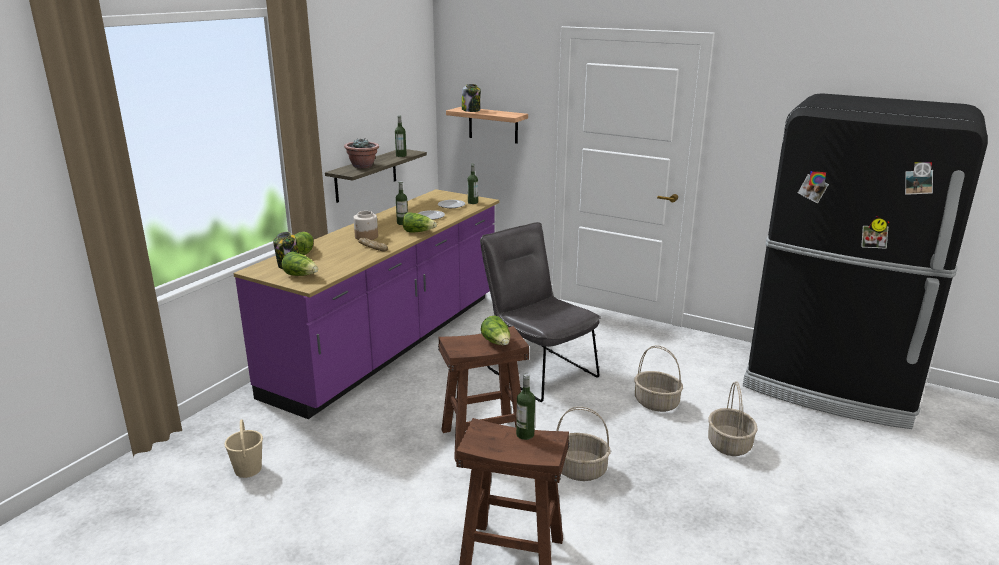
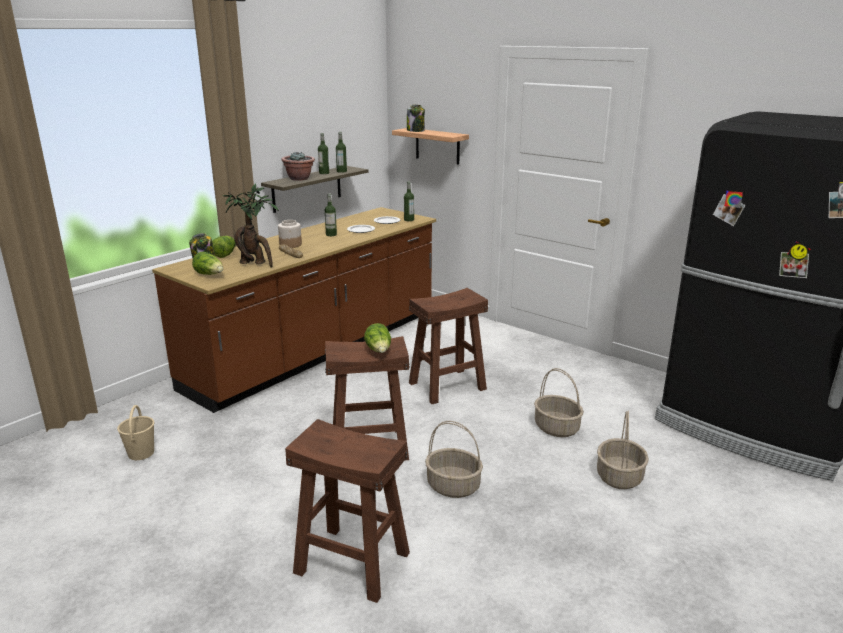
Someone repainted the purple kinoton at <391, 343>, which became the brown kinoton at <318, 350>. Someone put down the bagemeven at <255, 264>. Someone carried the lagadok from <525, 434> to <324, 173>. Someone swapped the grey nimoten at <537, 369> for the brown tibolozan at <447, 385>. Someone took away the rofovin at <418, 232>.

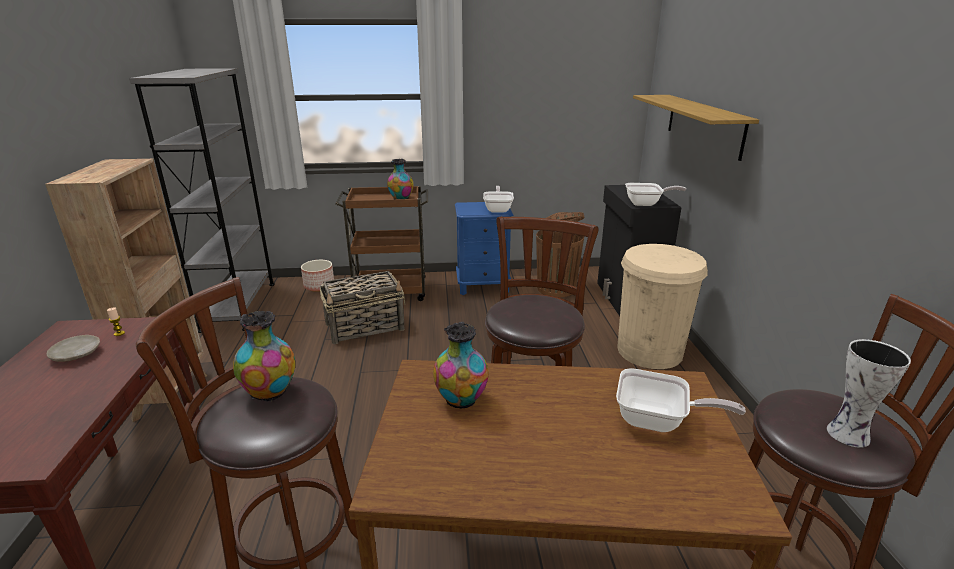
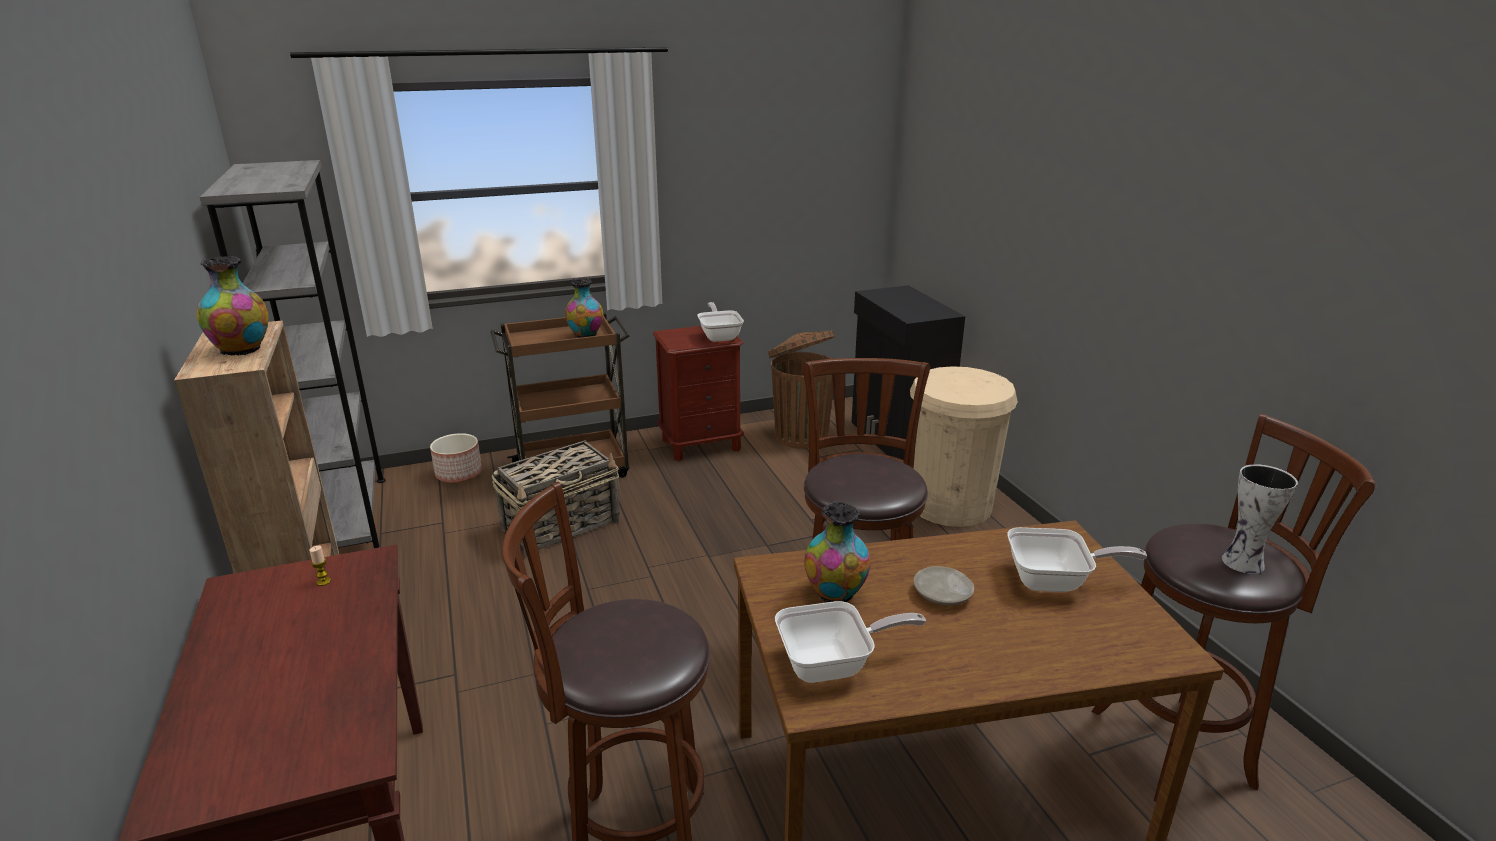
Someone carried the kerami from <271, 393> to <243, 350>. Someone repainted the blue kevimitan at <483, 286>, which became the brown kevimitan at <701, 444>. Someone carried the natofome from <646, 204> to <833, 665>. Someone carried the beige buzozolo from <76, 355> to <943, 594>. Someone took away the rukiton at <704, 124>.

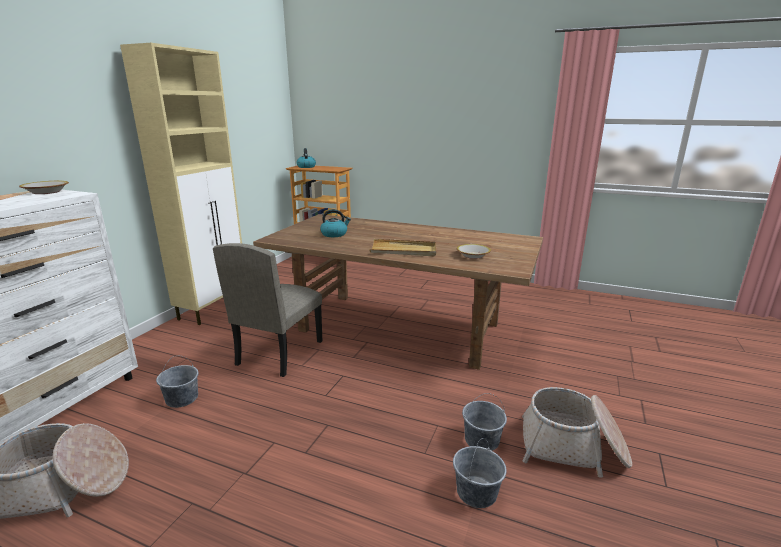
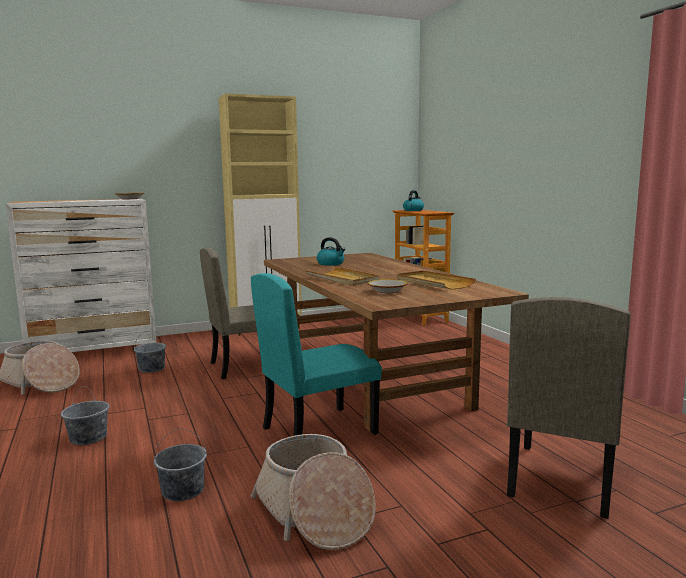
Someone carried the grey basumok from <481, 440> to <88, 437>. Someone put down the turquoise nimoten at <318, 430>. Someone put down the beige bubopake at <433, 283>. Someone put down the beige nimoten at <560, 478>.

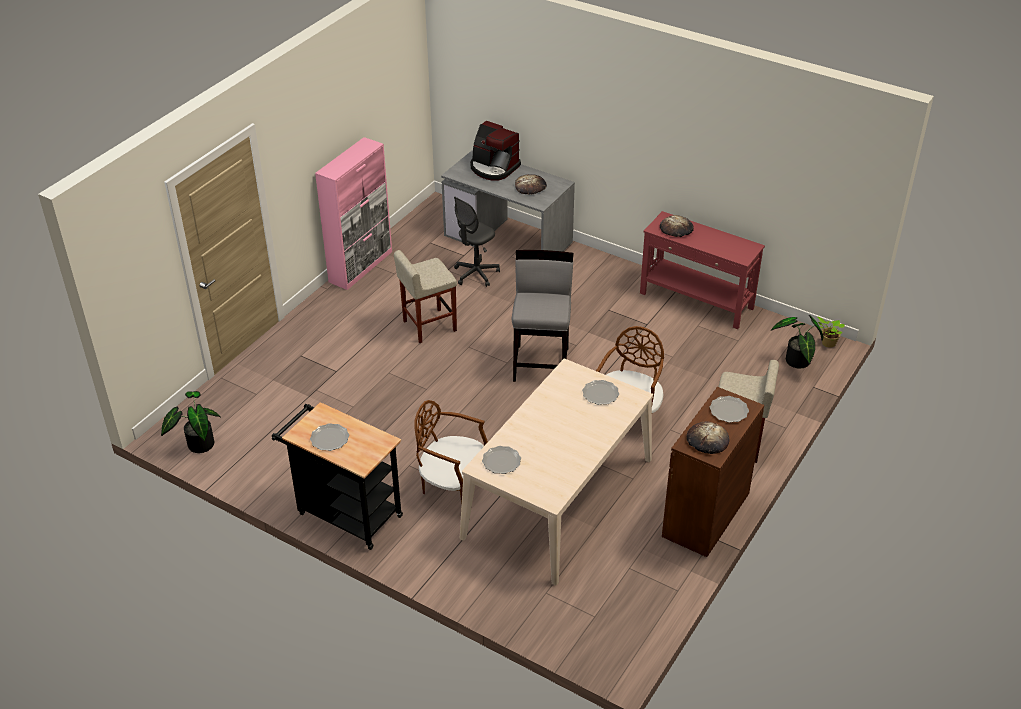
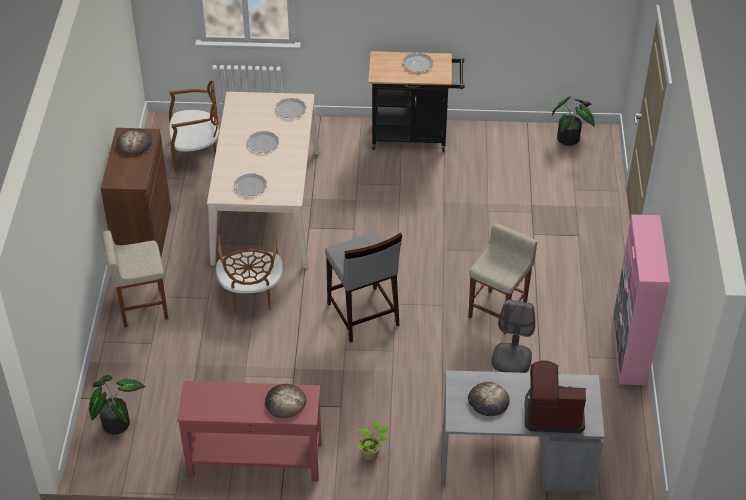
Someone carried the brown nimoten from <452, 487> to <196, 153>. Someone carried the buzozolo from <728, 411> to <263, 143>. Someone carried the bagemeven from <827, 343> to <371, 453>.

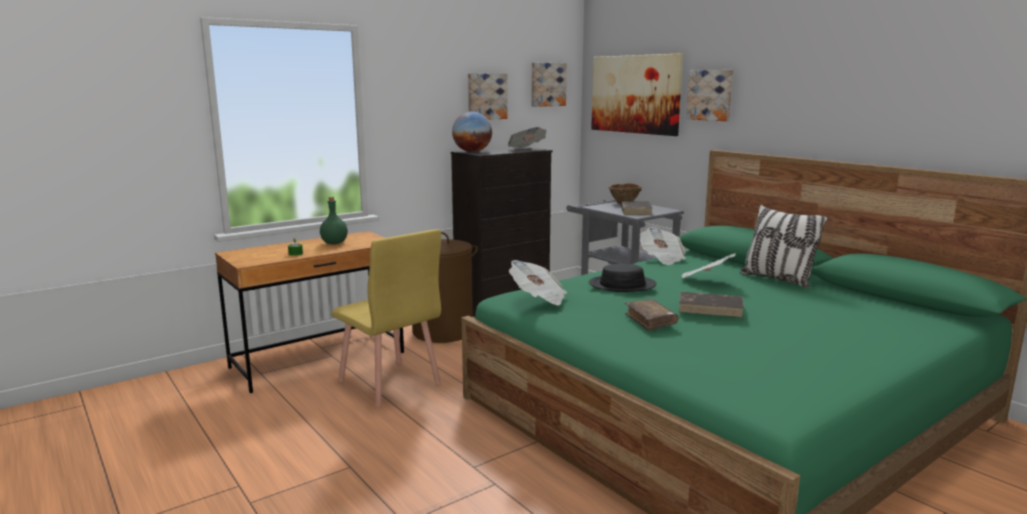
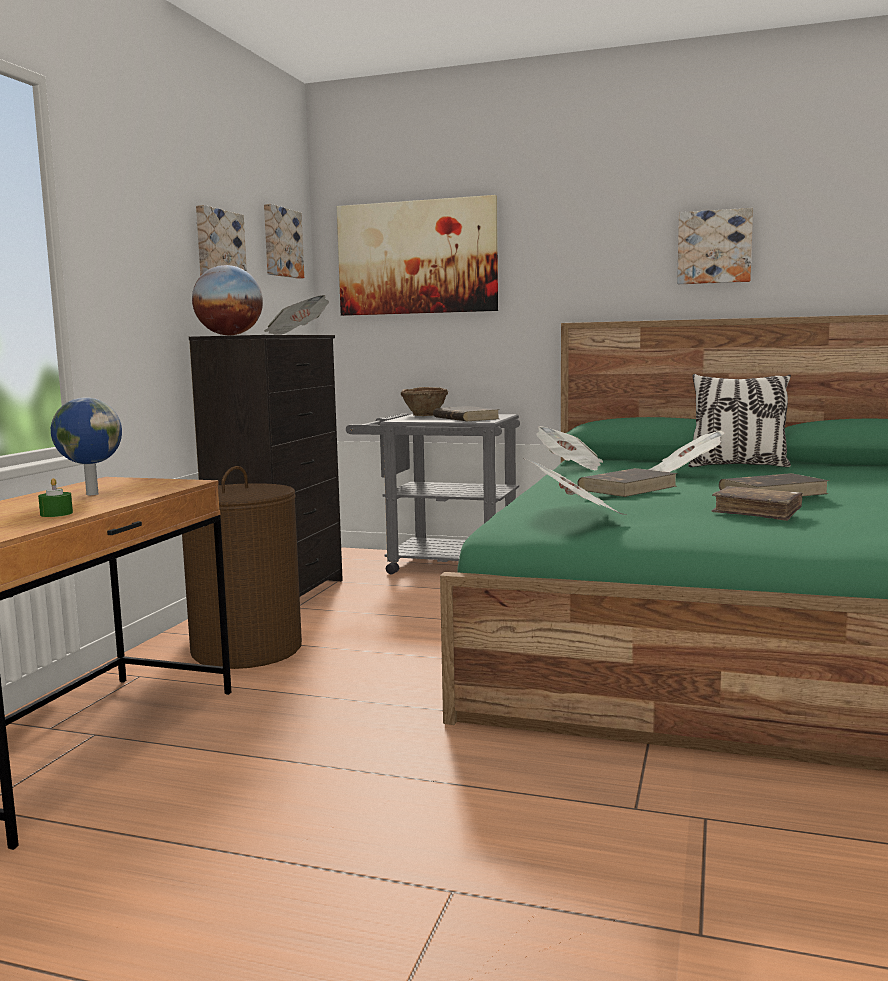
Someone swapped the green lagadok at <334, 243> for the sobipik at <91, 494>. Someone swapped the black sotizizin at <622, 285> for the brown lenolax at <628, 488>. Someone carried the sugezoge from <710, 95> to <714, 247>. Someone took away the yellow nimoten at <389, 383>.

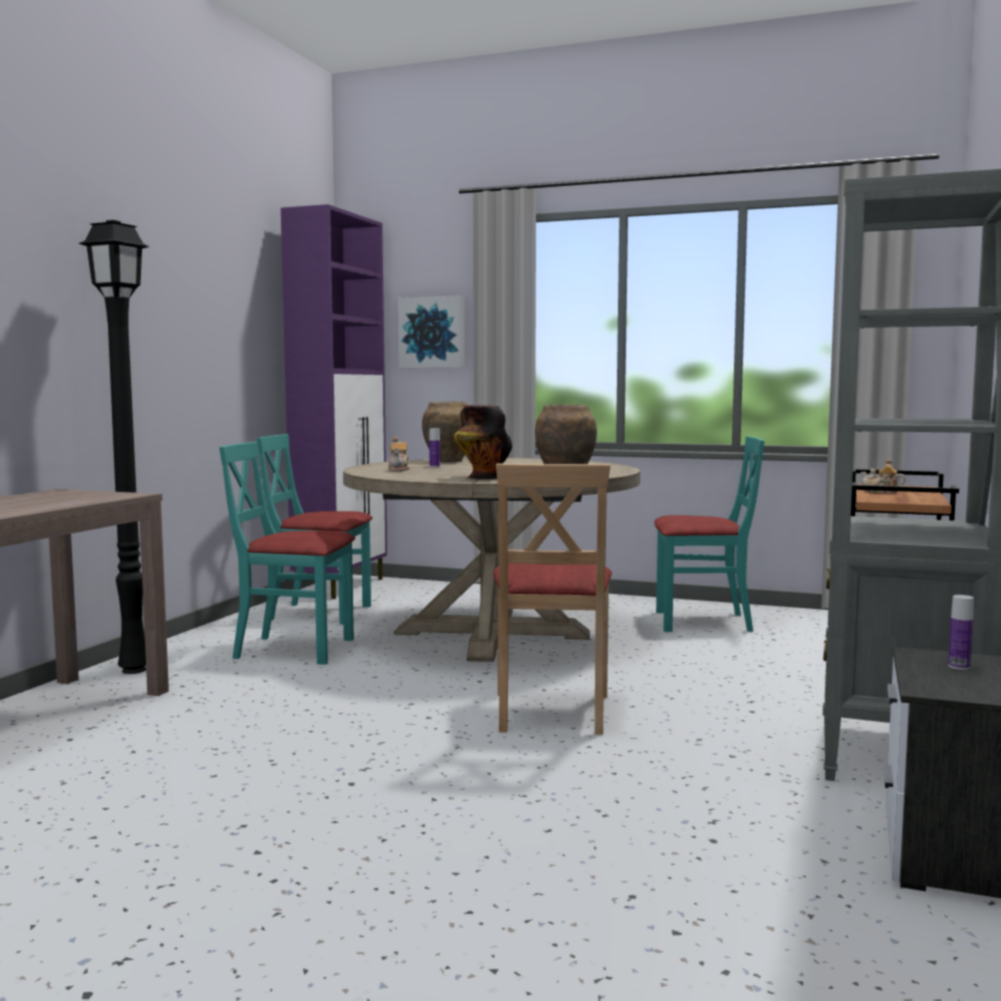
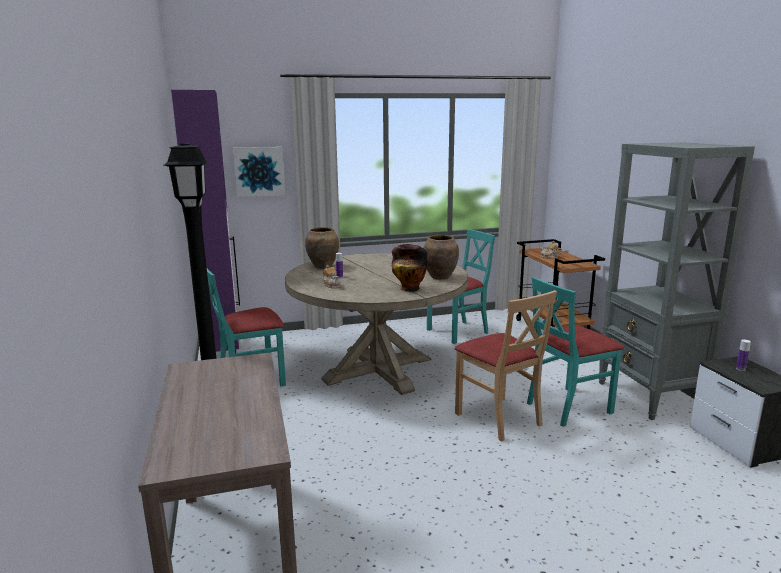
Someone carried the turquoise nimoten from <294, 649> to <568, 407>.

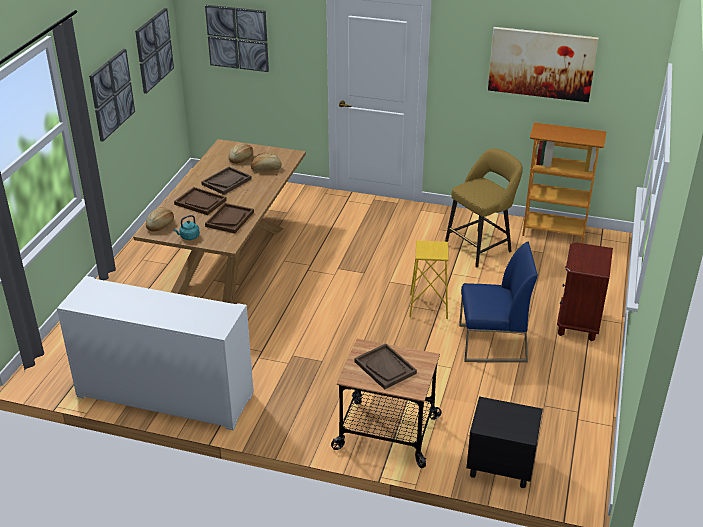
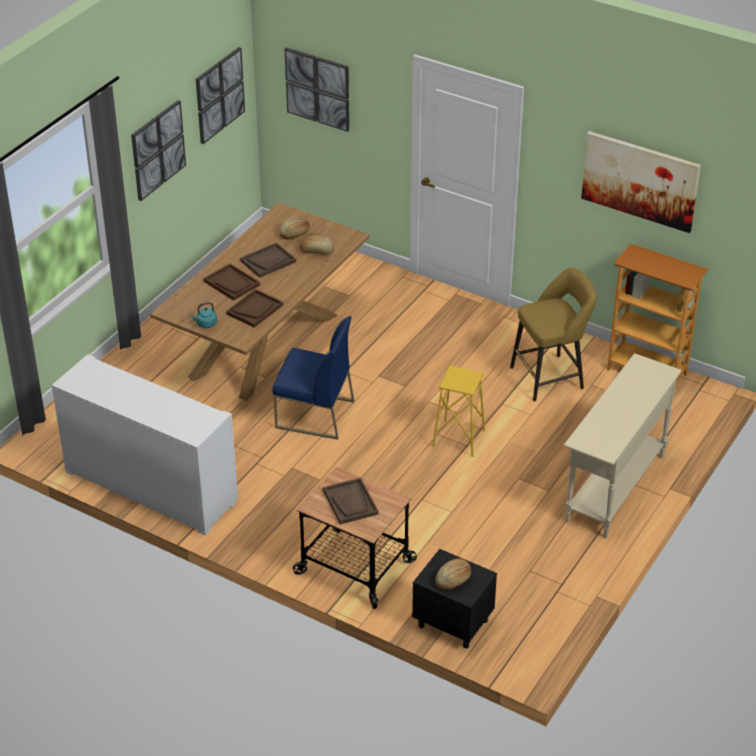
Someone carried the blue nimoten from <491, 343> to <314, 414>. Someone carried the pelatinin from <161, 225> to <453, 580>. Someone swapped the brown kevimitan at <578, 324> for the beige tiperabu at <614, 489>.

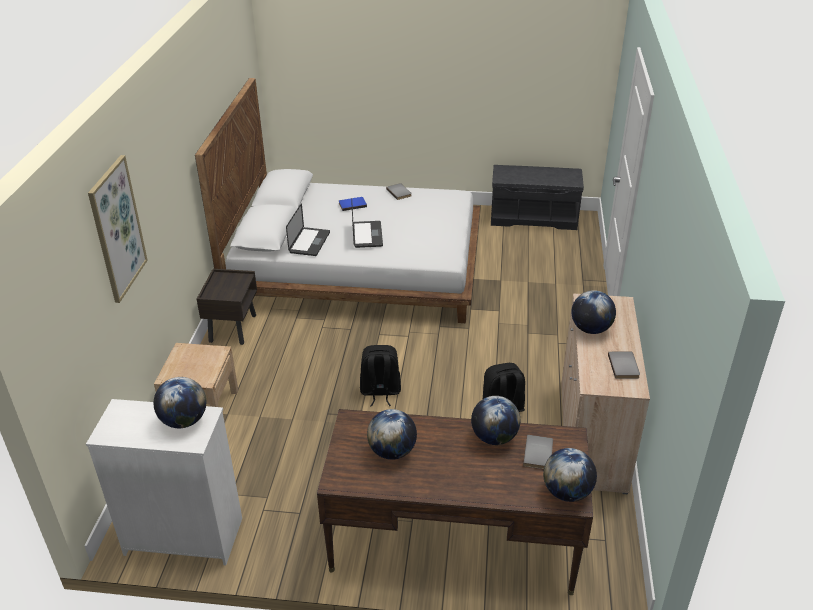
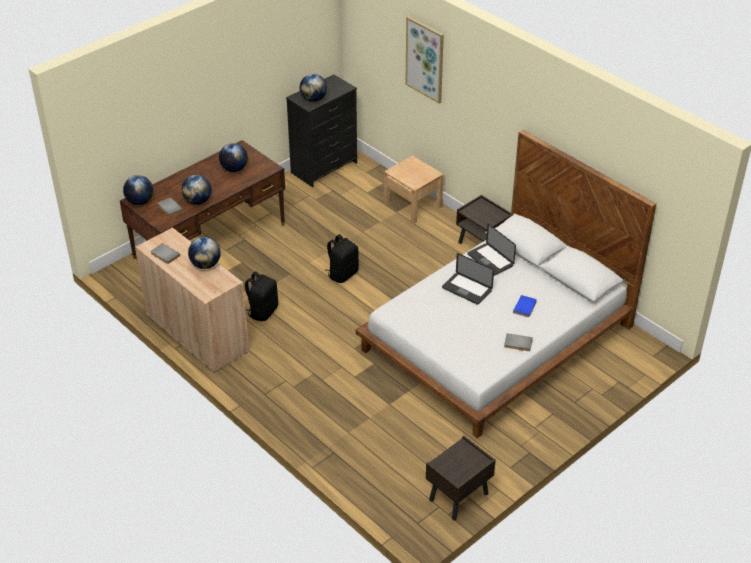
Someone repainted the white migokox at <184, 535>, which became the black migokox at <324, 168>. Someone swapped the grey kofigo at <534, 217> for the brown kevimitan at <458, 497>.

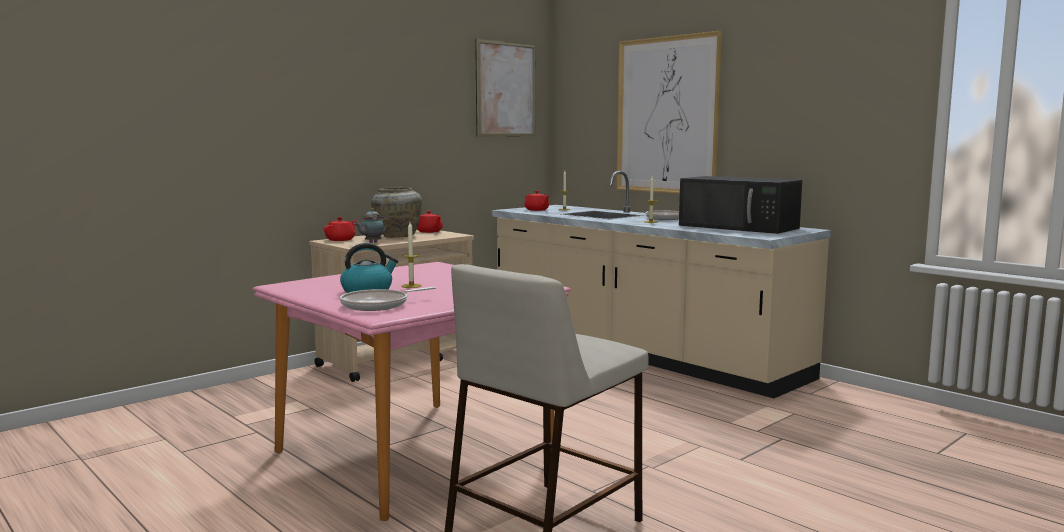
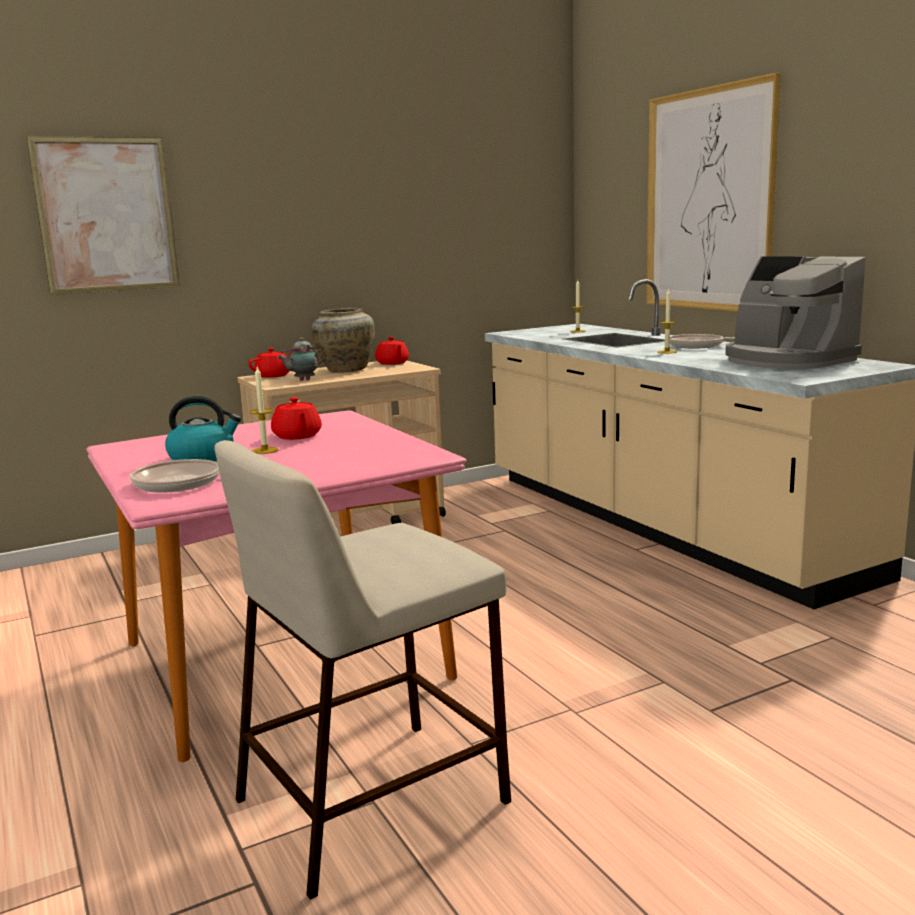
Someone carried the sugezoge from <506, 89> to <106, 215>. Someone carried the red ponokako from <537, 210> to <297, 436>. Someone swapped the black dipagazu at <740, 227> for the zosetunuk at <786, 360>.

